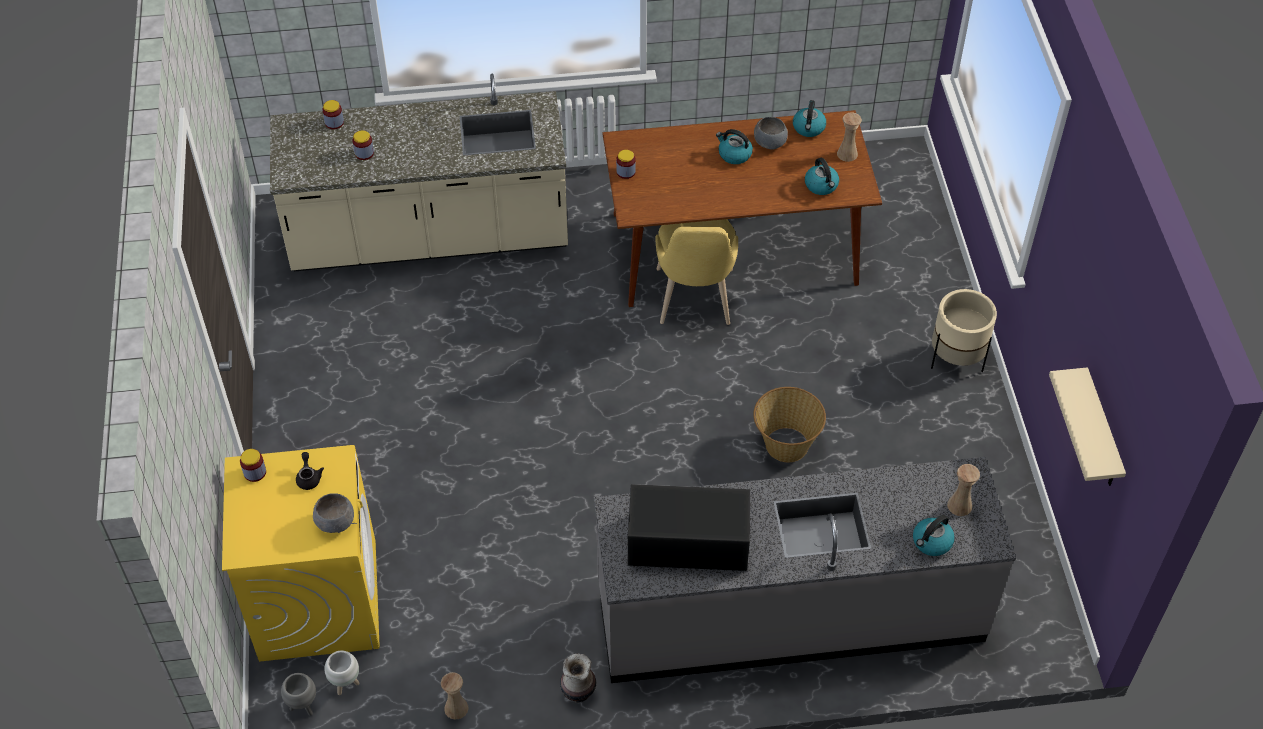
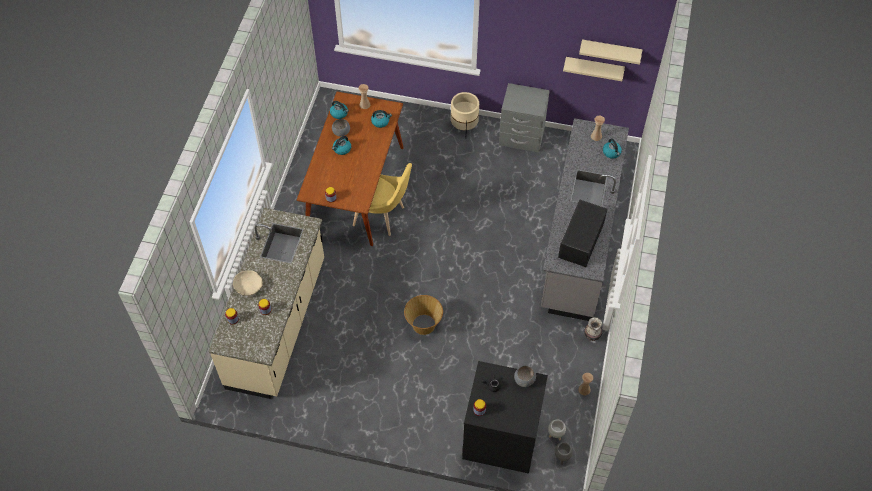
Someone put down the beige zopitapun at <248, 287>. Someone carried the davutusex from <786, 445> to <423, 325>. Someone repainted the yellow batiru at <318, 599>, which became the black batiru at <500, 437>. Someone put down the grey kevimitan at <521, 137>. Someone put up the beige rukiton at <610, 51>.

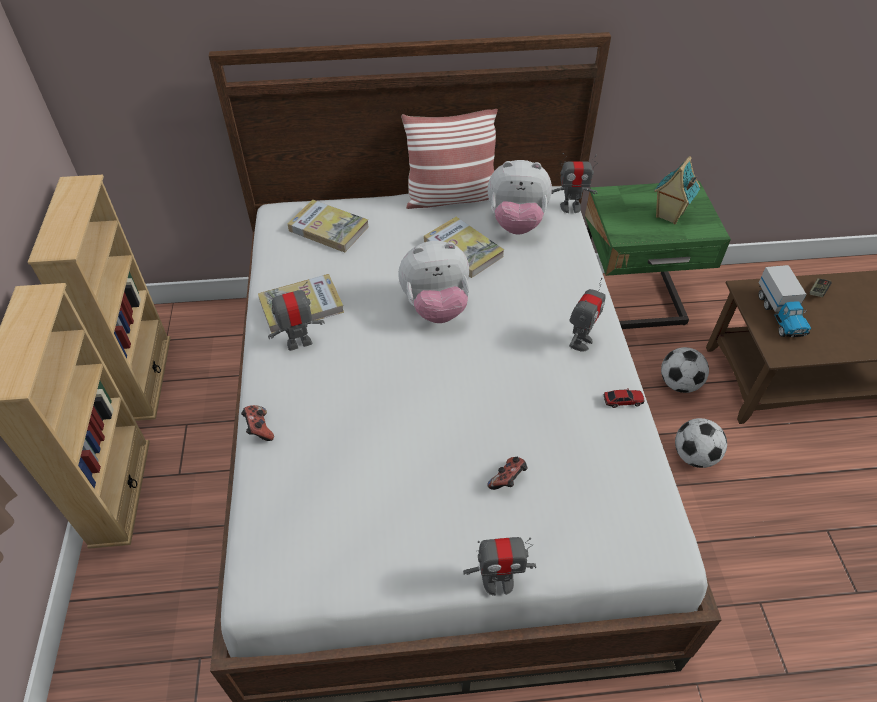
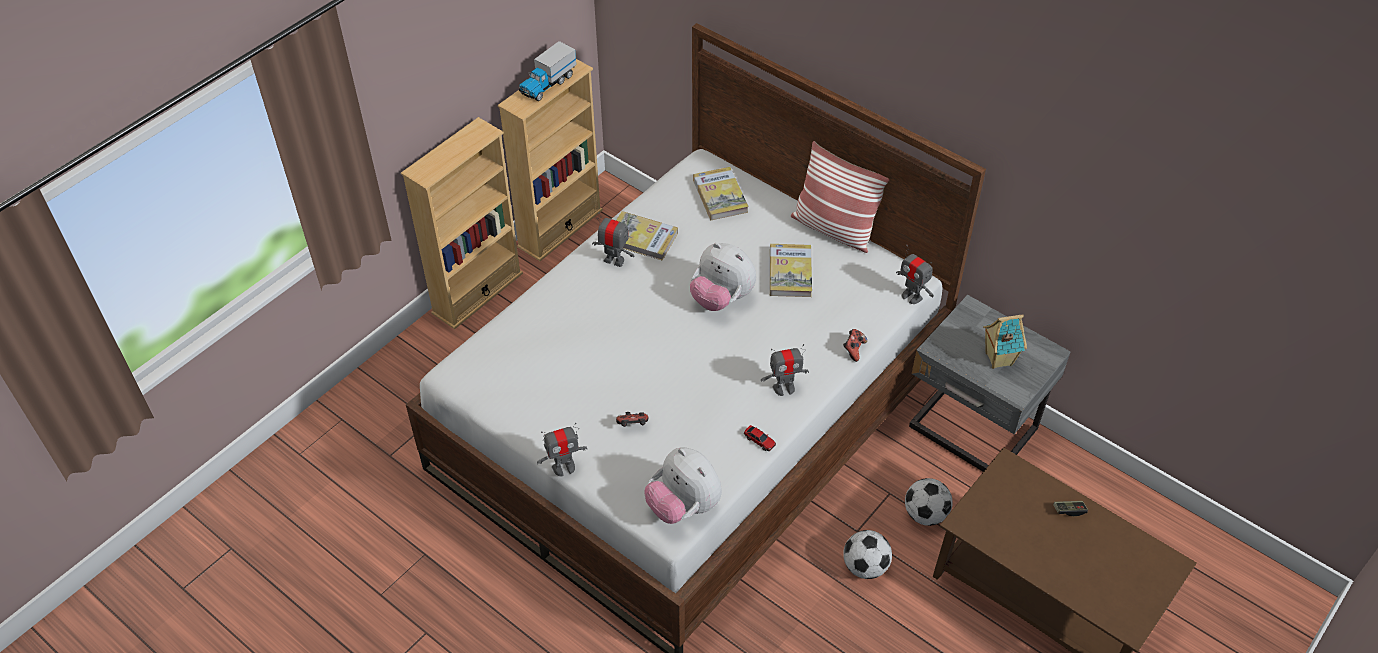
Someone carried the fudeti from <780, 314> to <547, 84>. Someone rotated the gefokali at <498, 582> by 60 degrees counterclockwise. Someone carried the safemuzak from <516, 223> to <683, 506>. Someone carried the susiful from <259, 429> to <853, 349>. Someone repainted the green kevimitan at <632, 304>, which became the grey kevimitan at <971, 431>.

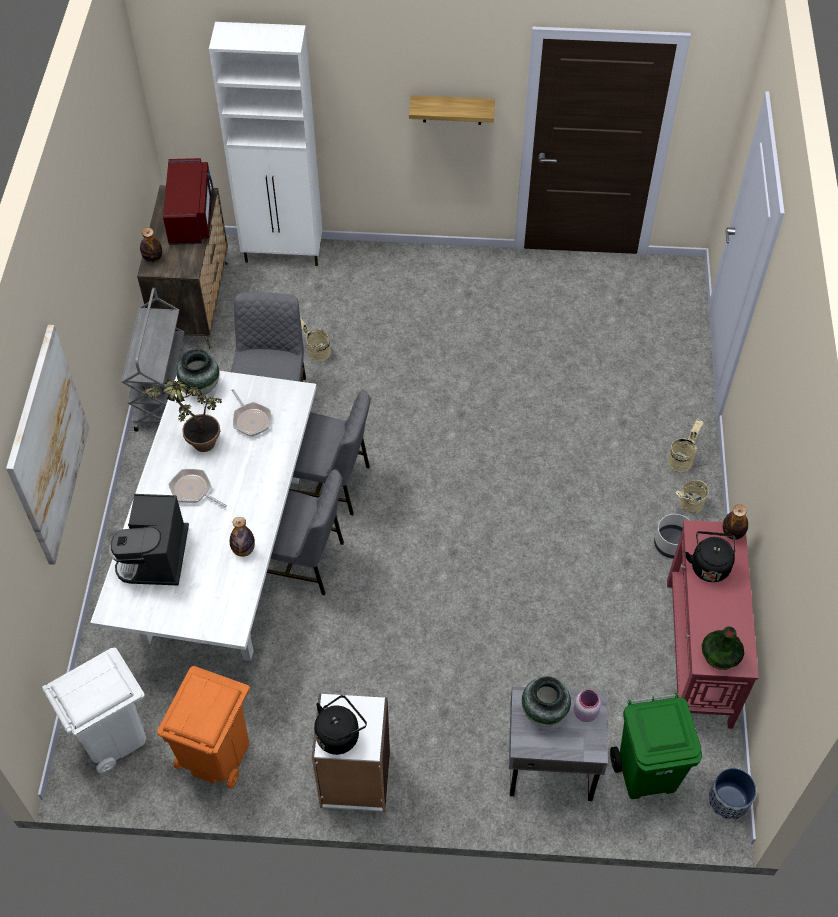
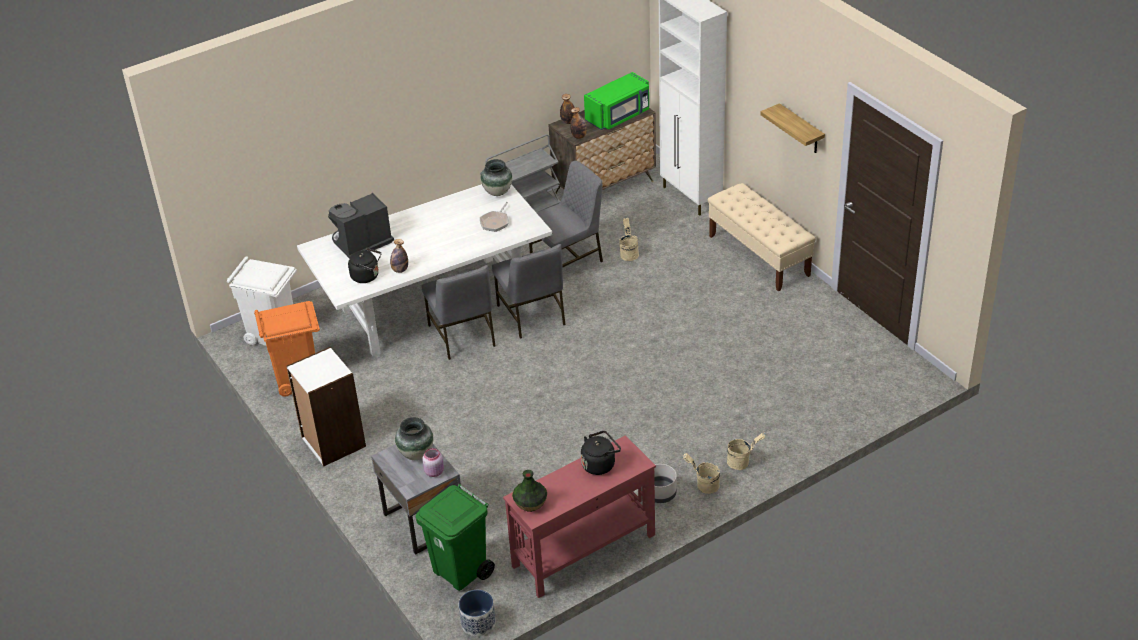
Someone carried the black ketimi from <339, 734> to <367, 276>. Someone carried the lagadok from <732, 533> to <579, 136>. Someone repainted the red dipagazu at <191, 217>, which became the green dipagazu at <619, 116>. Someone put down the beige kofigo at <759, 256>. Someone took away the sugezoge at <48, 446>. Someone took away the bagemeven at <195, 442>. Someone took away the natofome at <193, 490>.

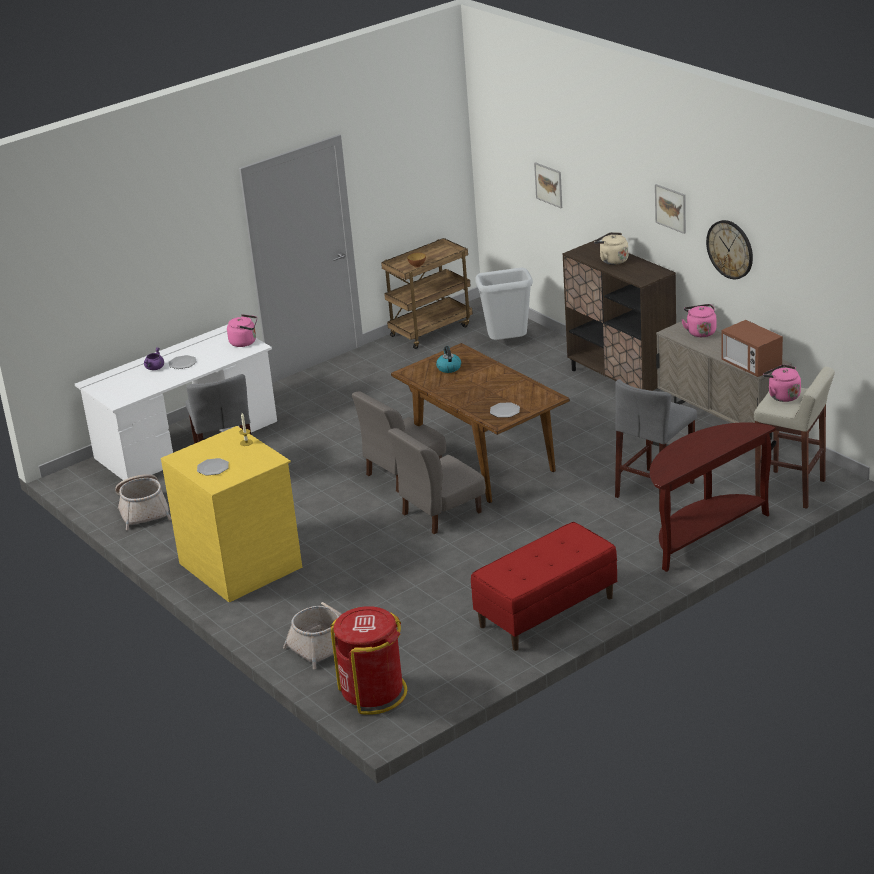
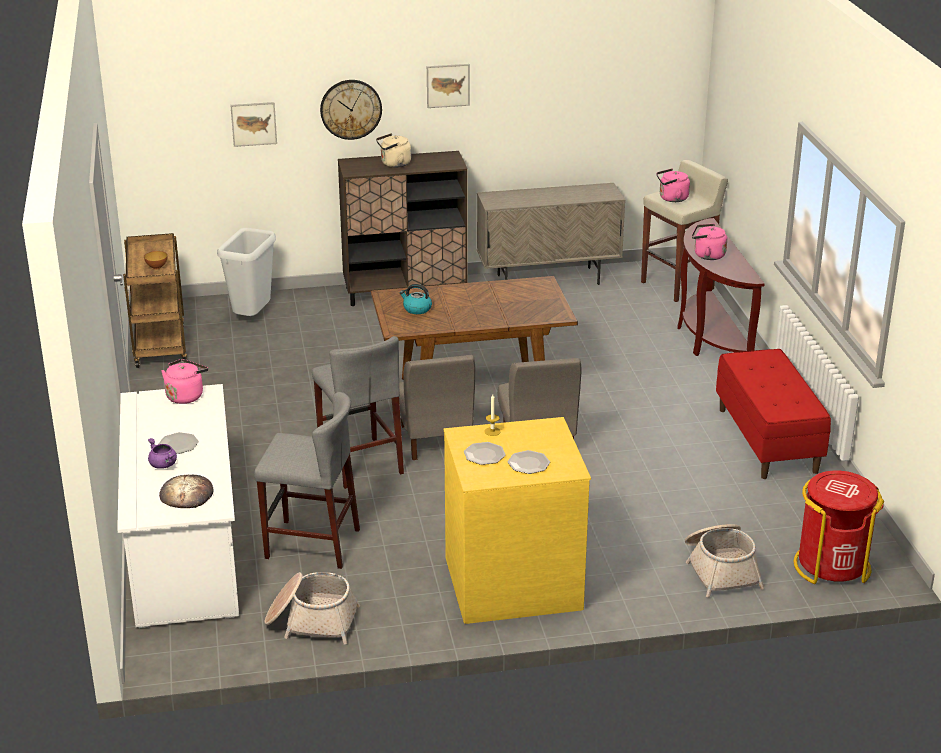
Someone put down the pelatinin at <186, 494>. Someone carried the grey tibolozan from <655, 489> to <360, 462>. Someone carried the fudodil from <730, 249> to <351, 109>. Someone carried the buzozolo from <504, 411> to <484, 455>. Someone carried the pink ketimi from <700, 332> to <707, 255>. Someone took away the dipagazu at <751, 366>.

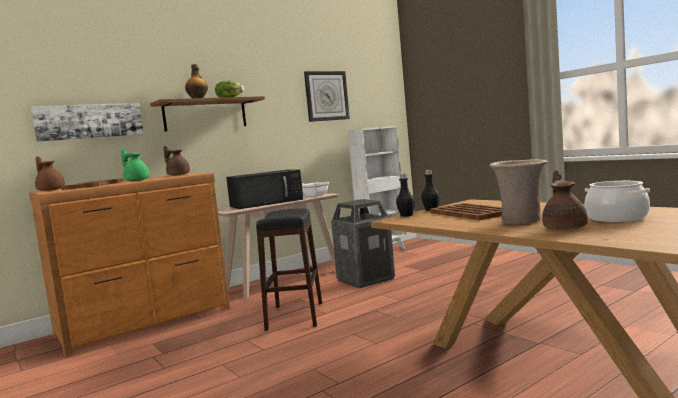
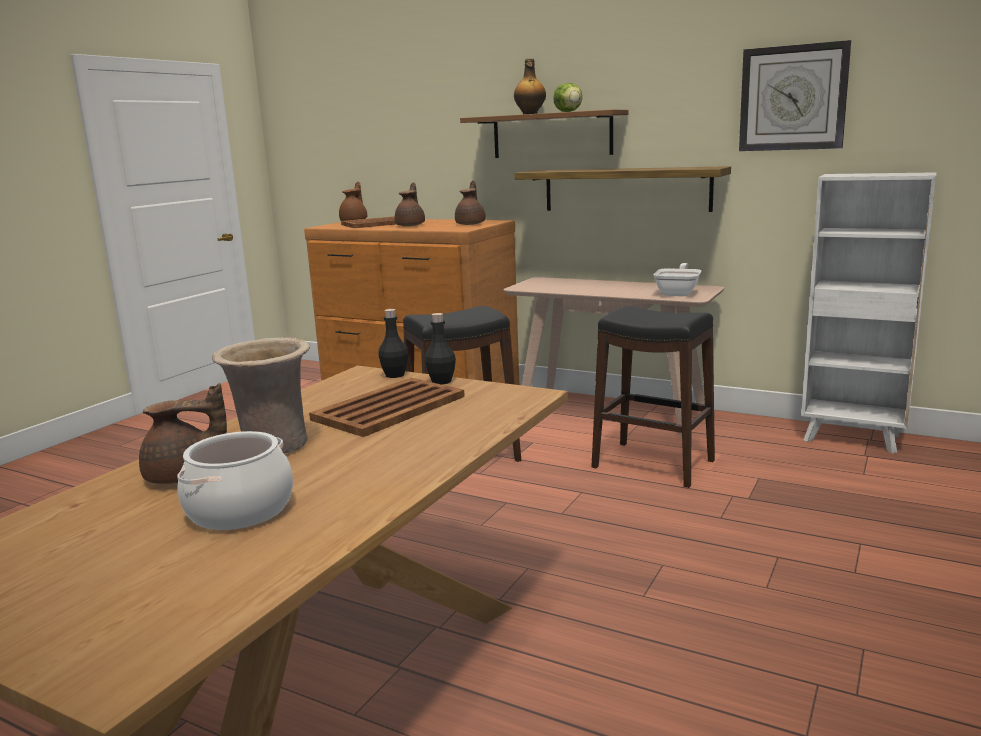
Someone repainted the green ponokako at <136, 180>, which became the brown ponokako at <411, 225>. Someone put up the rukiton at <626, 189>. Someone swapped the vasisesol at <365, 279> for the black tibolozan at <653, 464>. Someone took away the sugezoge at <89, 121>. Someone took away the black dipagazu at <267, 203>.

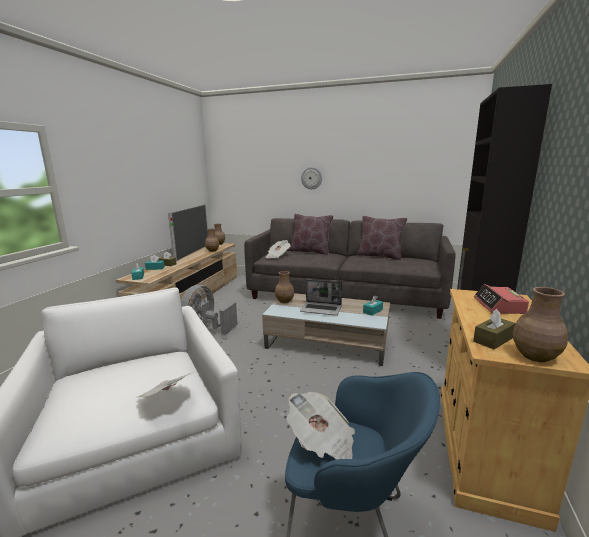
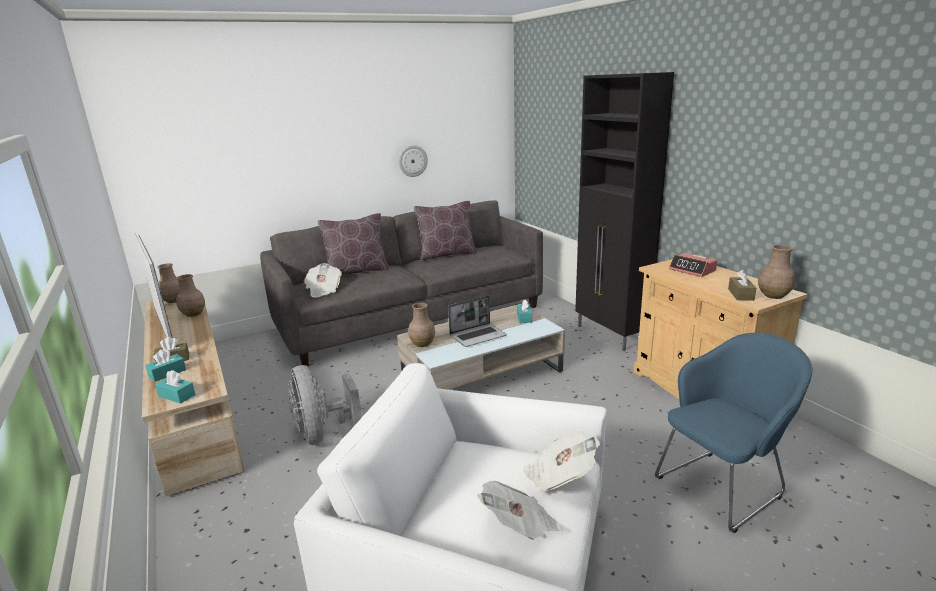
Someone carried the fudodil from <311, 178> to <412, 161>. Someone carried the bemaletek from <322, 442> to <520, 527>.

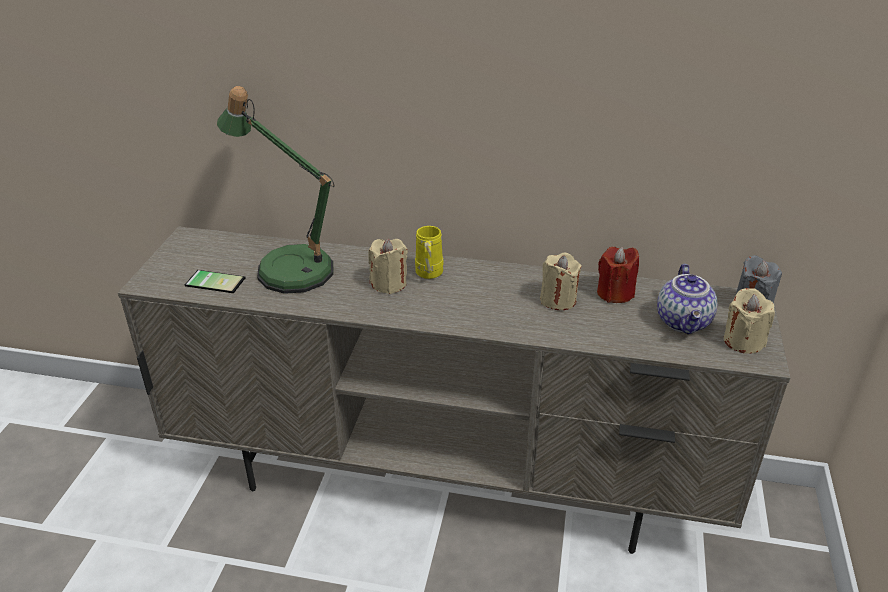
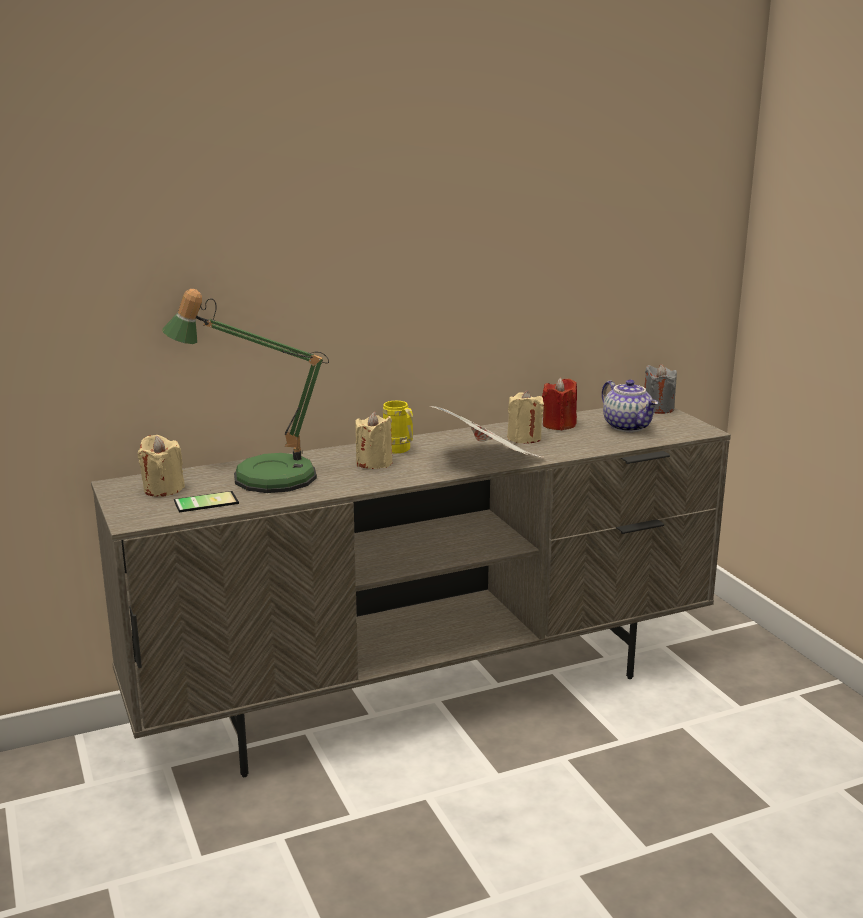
Someone carried the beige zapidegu from <743, 341> to <163, 489>. Someone put down the bemaletek at <486, 461>.

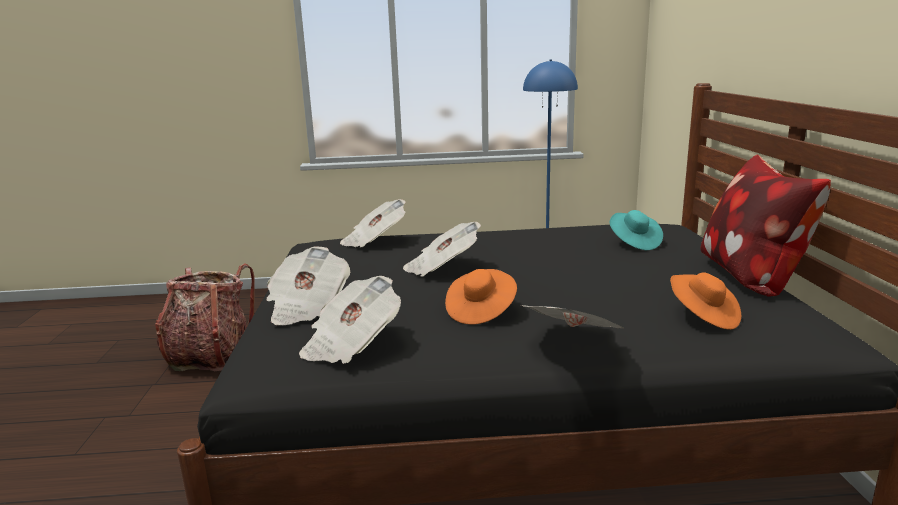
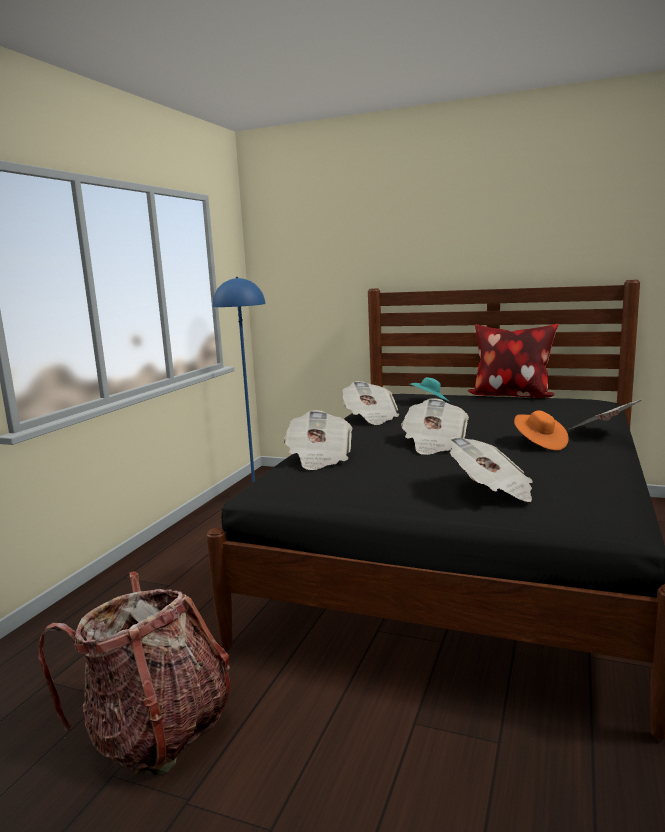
Someone carried the bemaletek from <351, 344> to <371, 418>. Someone took away the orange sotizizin at <703, 317>.

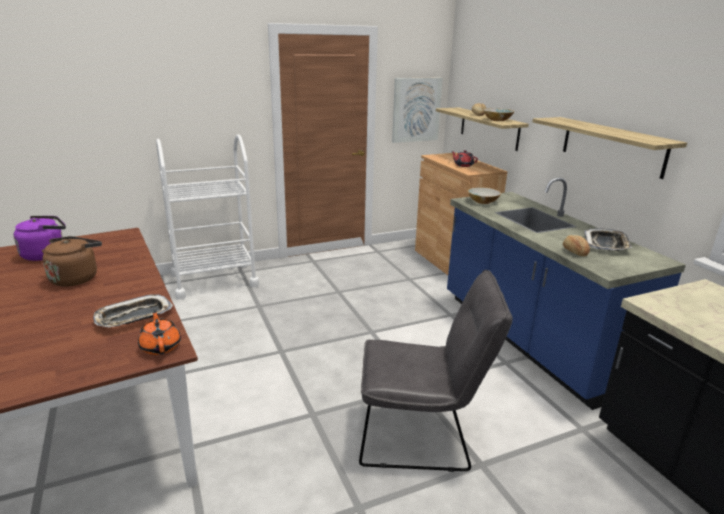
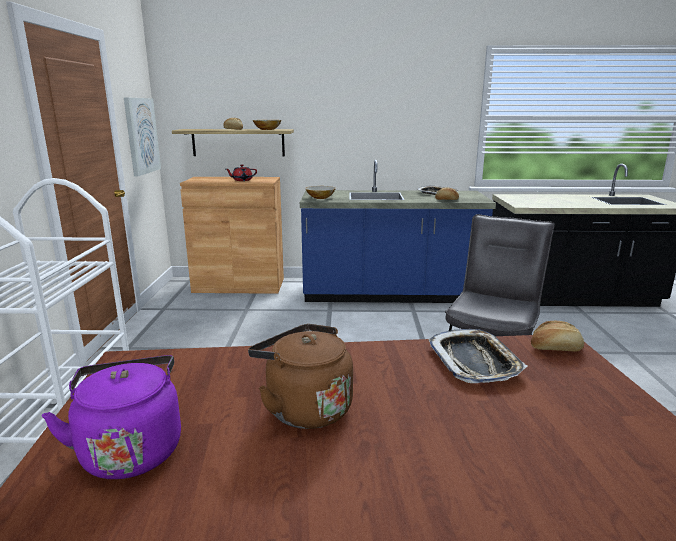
Someone swapped the orange ponokako at <161, 346> for the pelatinin at <555, 348>. Someone took away the rukiton at <612, 146>.

